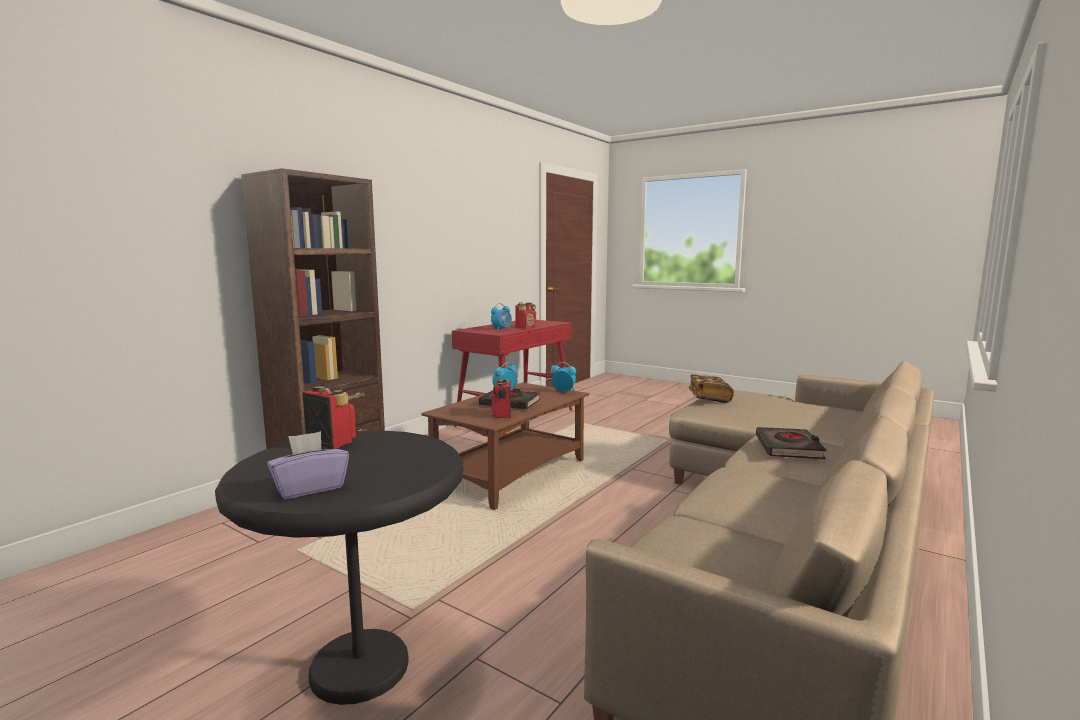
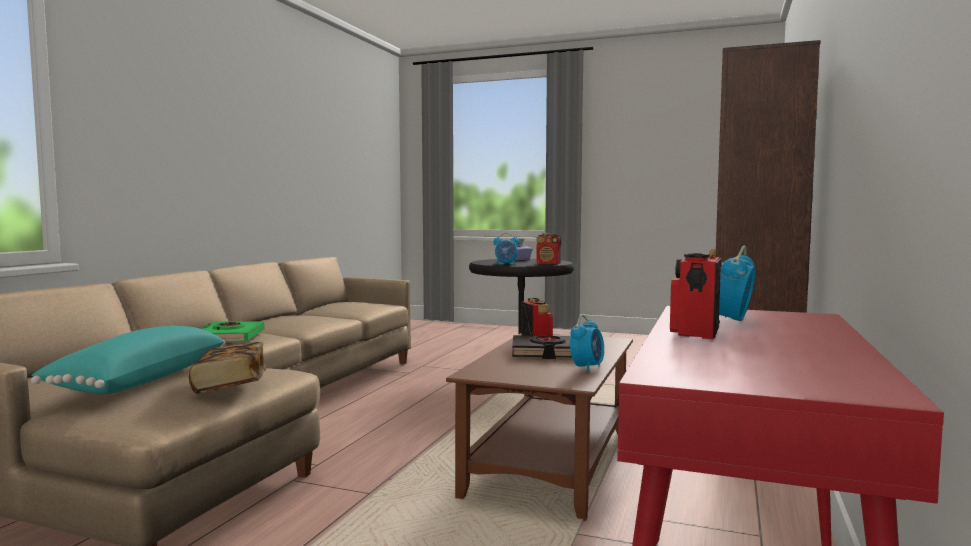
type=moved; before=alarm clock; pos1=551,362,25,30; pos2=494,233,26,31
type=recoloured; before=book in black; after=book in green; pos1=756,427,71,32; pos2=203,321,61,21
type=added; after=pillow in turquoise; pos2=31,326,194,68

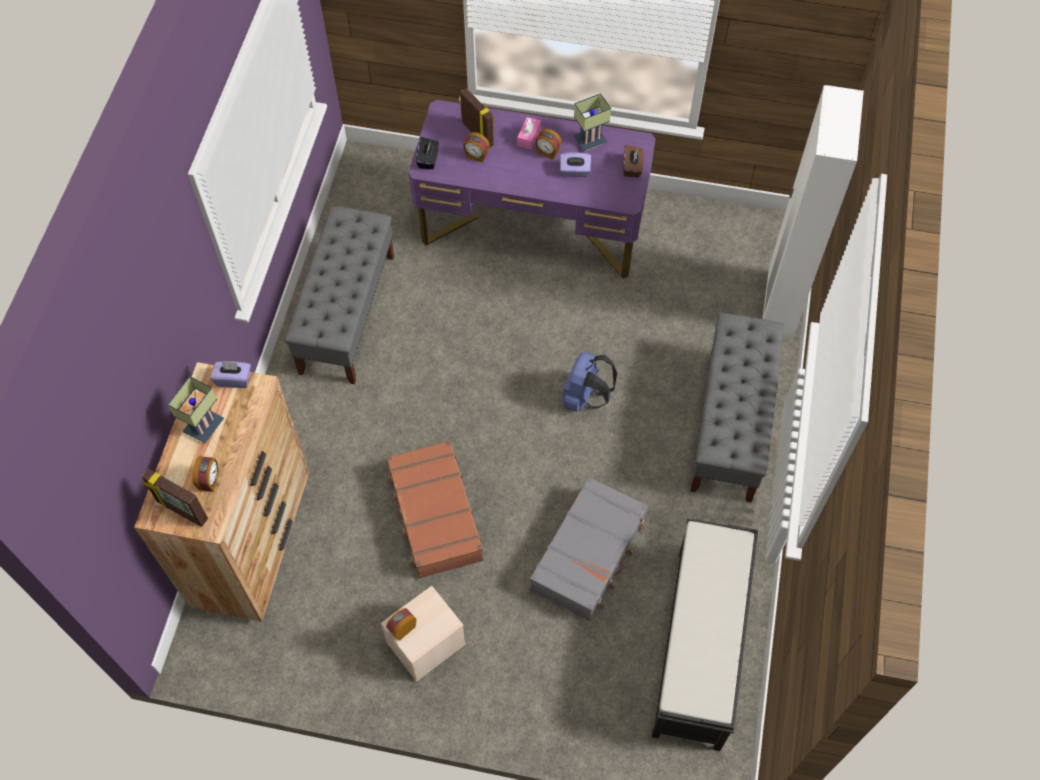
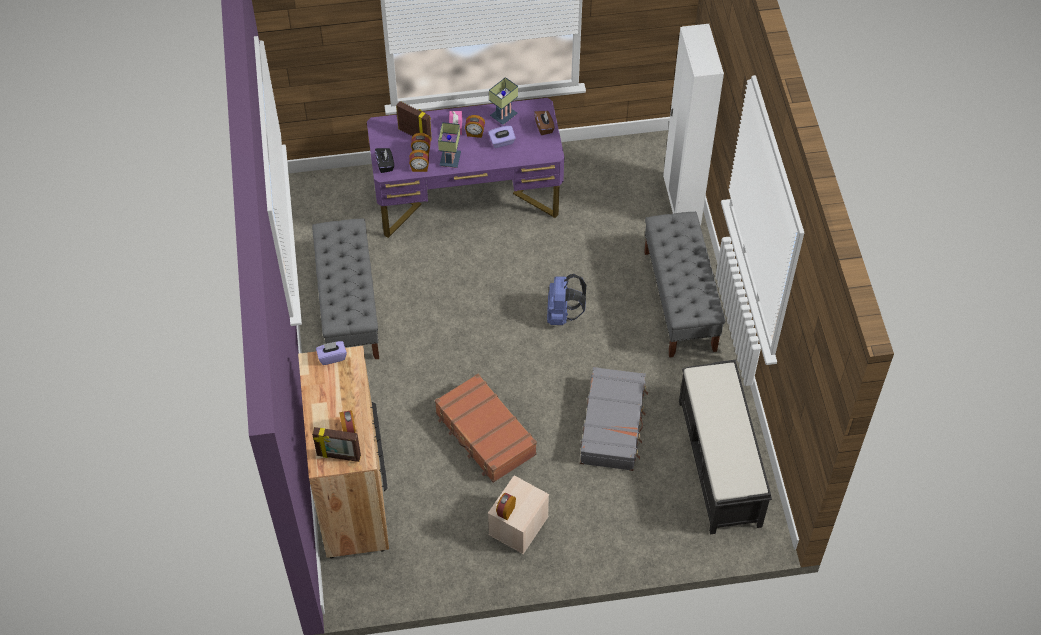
type=moved; before=table lamp; pos1=167,376,57,67; pos2=438,122,23,46
type=added; after=alarm clock; pos2=409,150,20,22

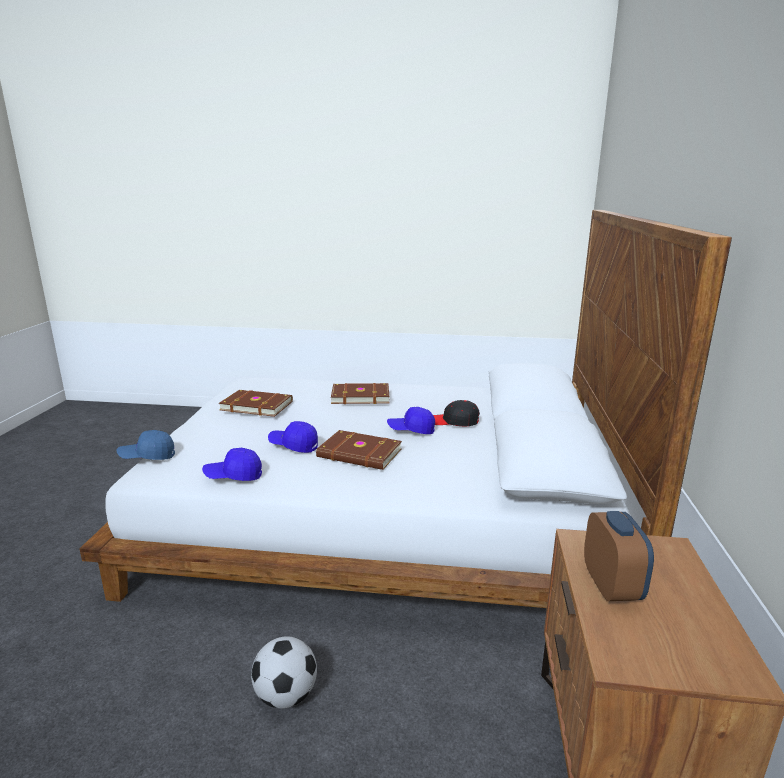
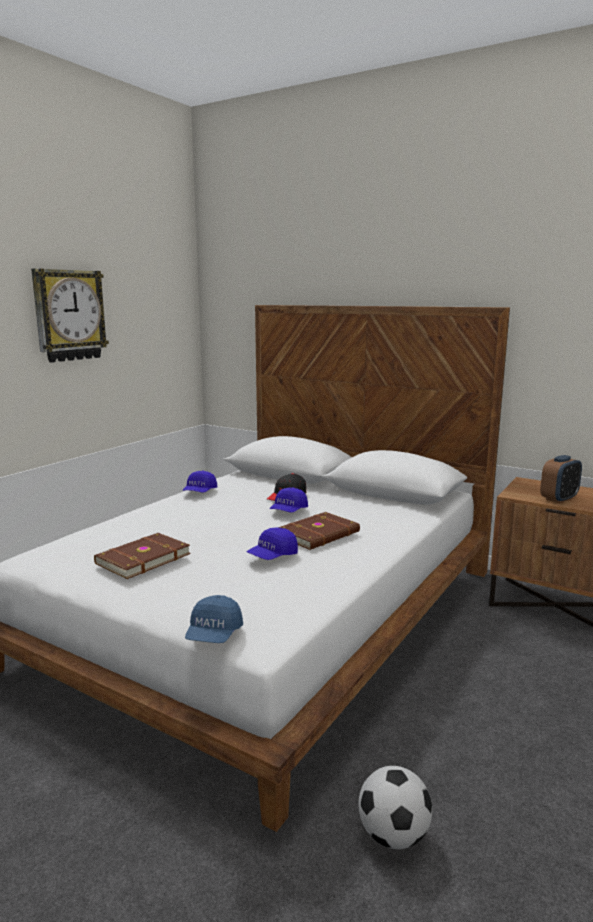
type=moved; before=cap in blue; pos1=202,448,60,33; pos2=182,470,35,23
type=moved; before=football; pos1=251,636,66,73; pos2=358,766,74,83
type=removed; before=book in brown; pos1=331,383,58,21
type=turned; before=alarm clock; pos1=584,511,70,90; pos2=540,455,42,48; turn=120
type=added; after=wall clock; pos2=31,269,78,94

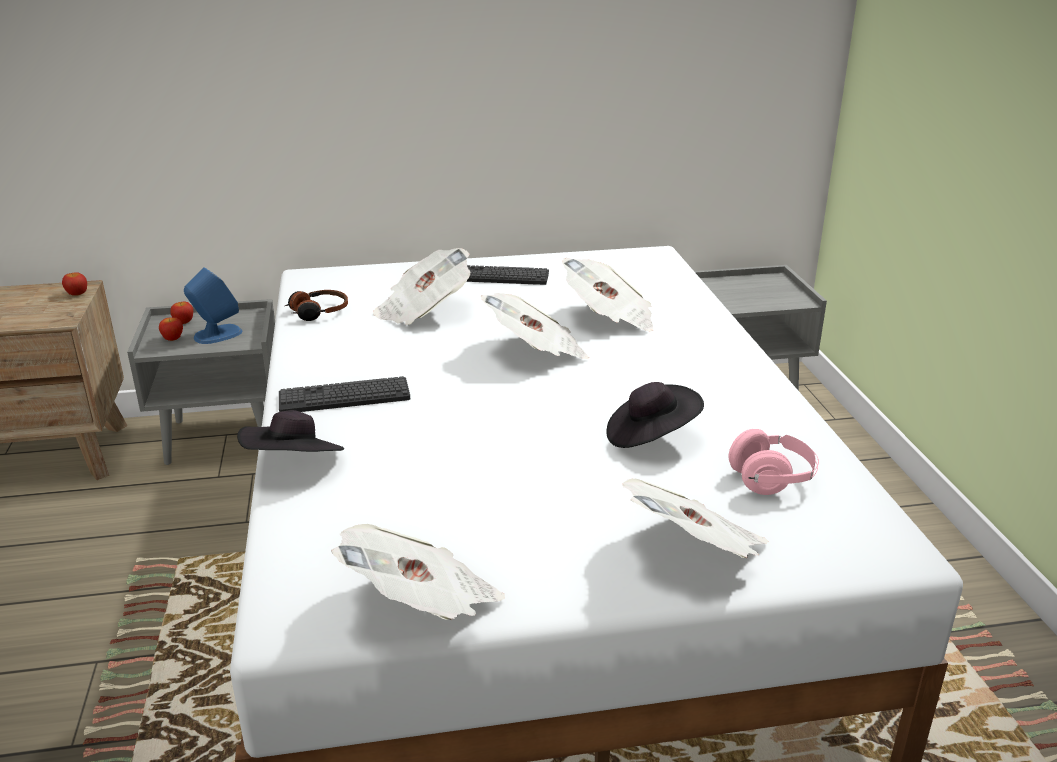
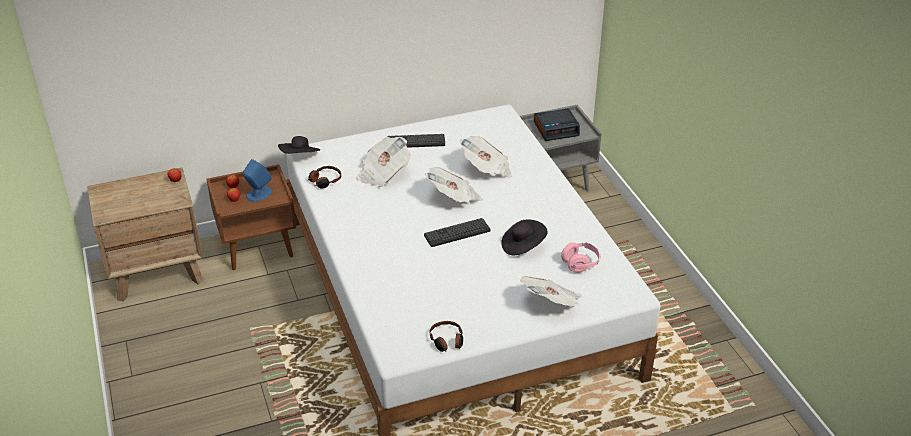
type=recoloured; before=nightstand in grey; after=nightstand in brown; pos1=127,299,148,166; pos2=207,164,89,106
type=moved; before=hat in black; pos1=237,410,107,42; pos2=278,136,42,18
type=moved; before=keyboard; pos1=279,376,131,36; pos2=424,218,67,29
type=replaced; before=newspaper; after=headphones; pos1=331,524,174,96; pos2=430,321,33,31
type=added; after=alarm clock; pos2=534,108,46,33

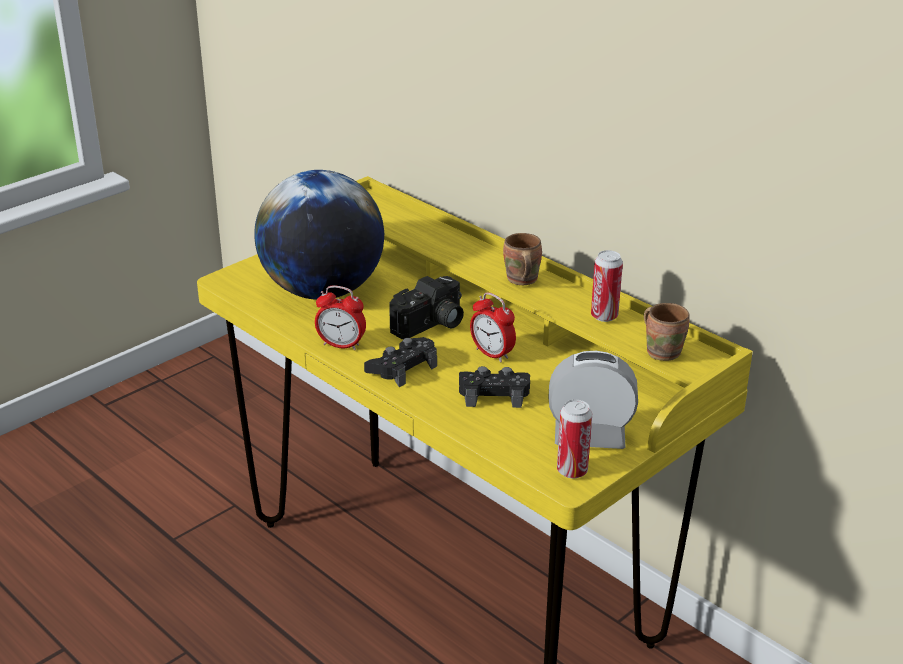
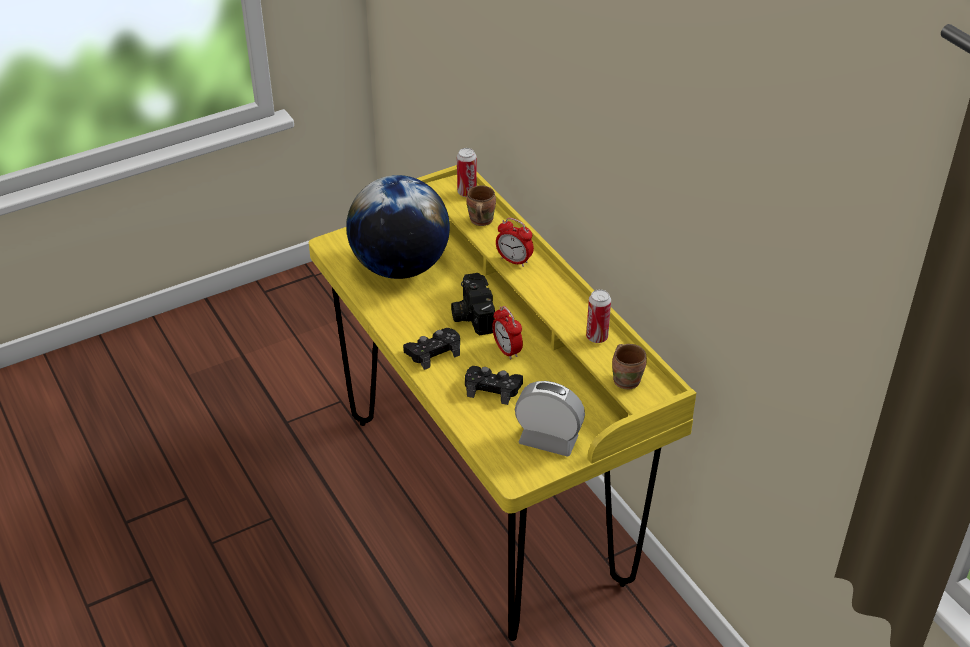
type=moved; before=alarm clock; pos1=315,285,51,65; pos2=496,218,38,49
type=turned; before=photo camera; pos1=389,276,75,63; pos2=451,273,44,62; turn=105
type=moved; before=mug in brown; pos1=503,233,39,52; pos2=466,185,30,41
type=moved; before=can; pos1=557,400,35,78; pos2=457,148,20,49

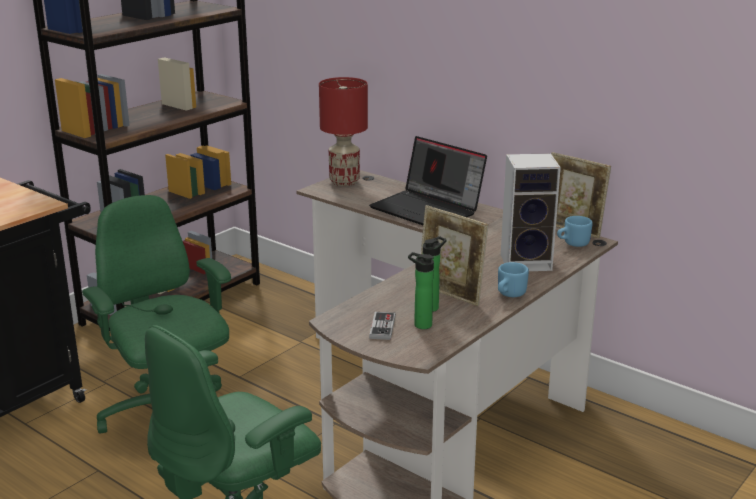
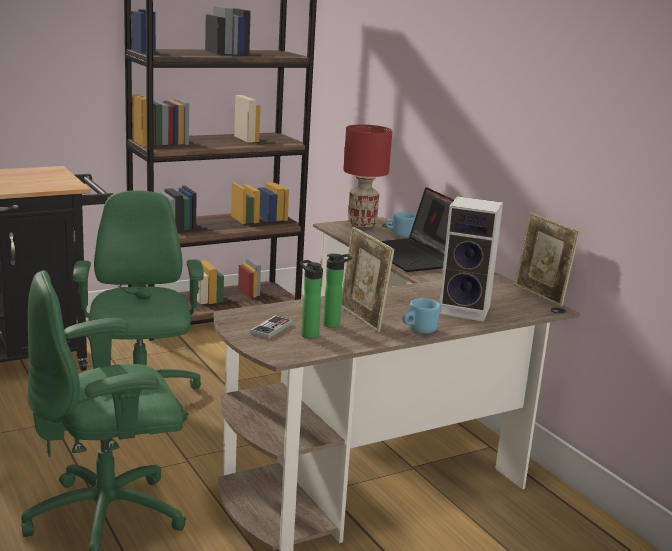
type=moved; before=mug in blue; pos1=557,216,36,31; pos2=386,212,30,25

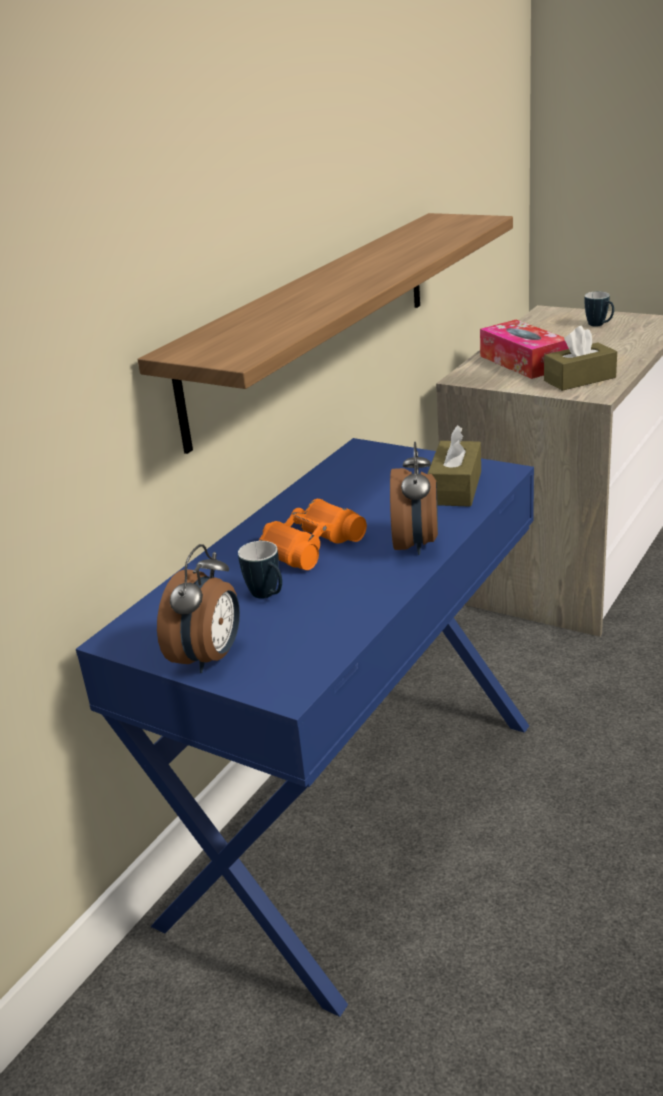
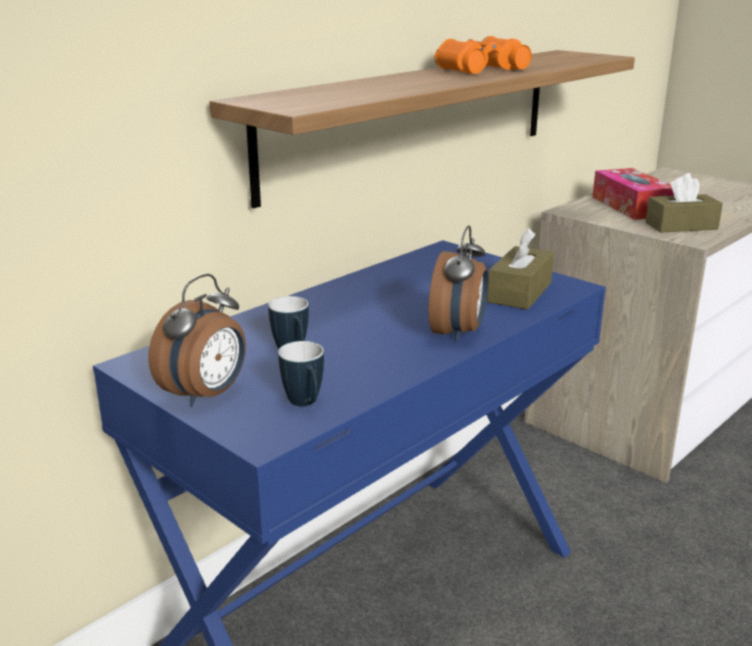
type=moved; before=binoculars in orange; pos1=259,499,108,71; pos2=434,36,98,38
type=moved; before=mug; pos1=584,292,30,35; pos2=278,341,46,65

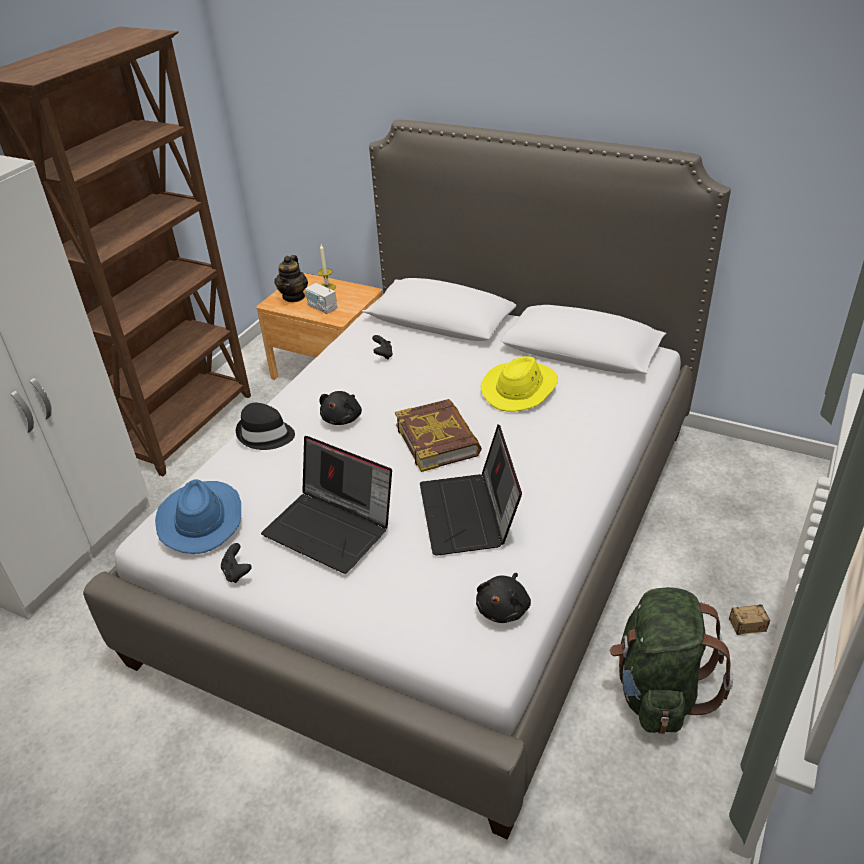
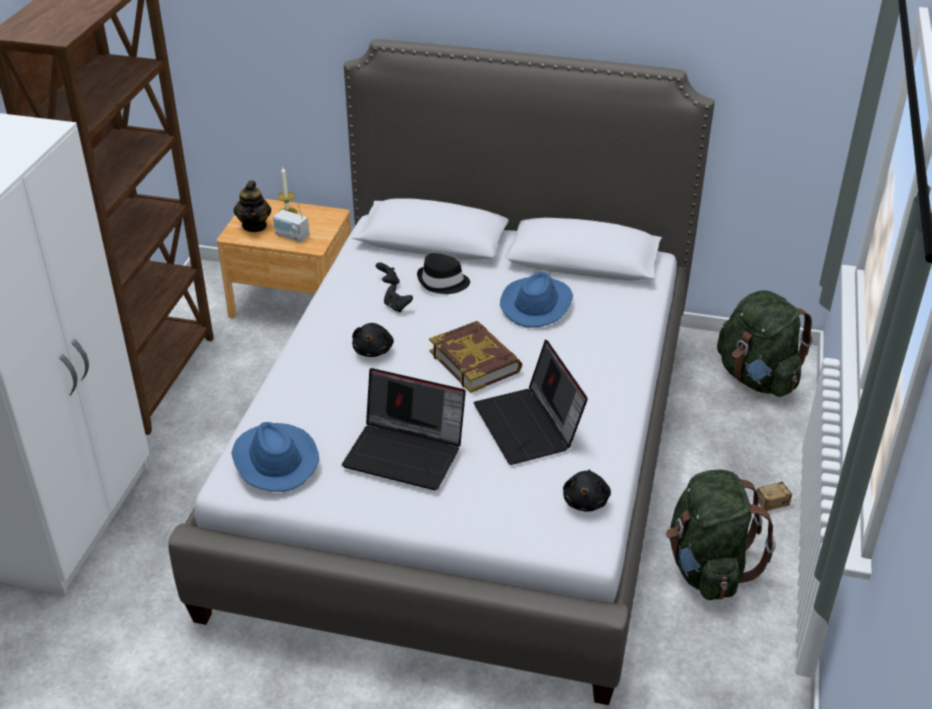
type=moved; before=game controller in black; pos1=221,543,31,40; pos2=384,284,29,29
type=moved; before=hat in black; pos1=236,403,59,47; pos2=417,253,53,41
type=recoloured; before=hat in yellow; after=hat in blue; pos1=481,356,77,56; pos2=500,272,73,56
type=added; after=backpack in green; pos2=717,290,96,107

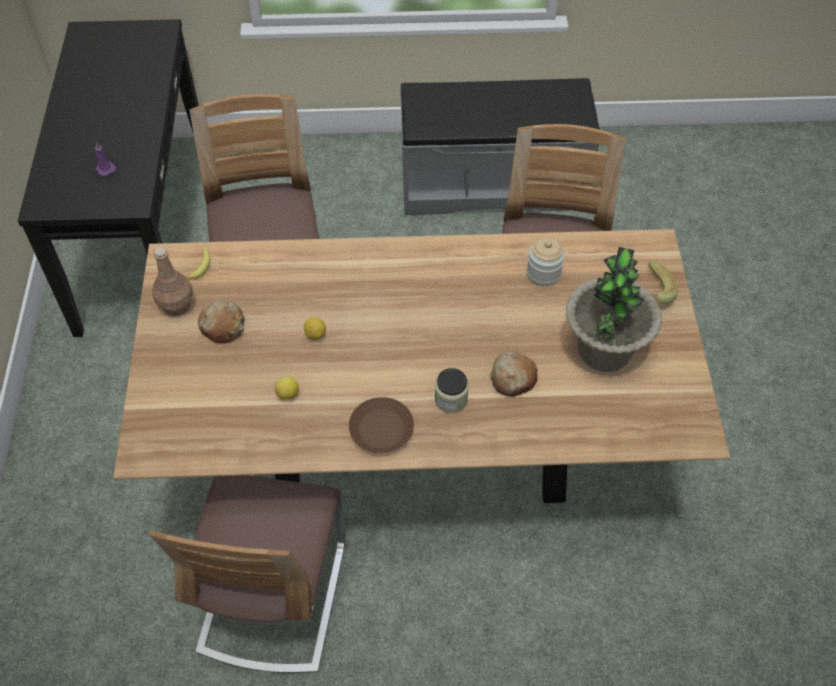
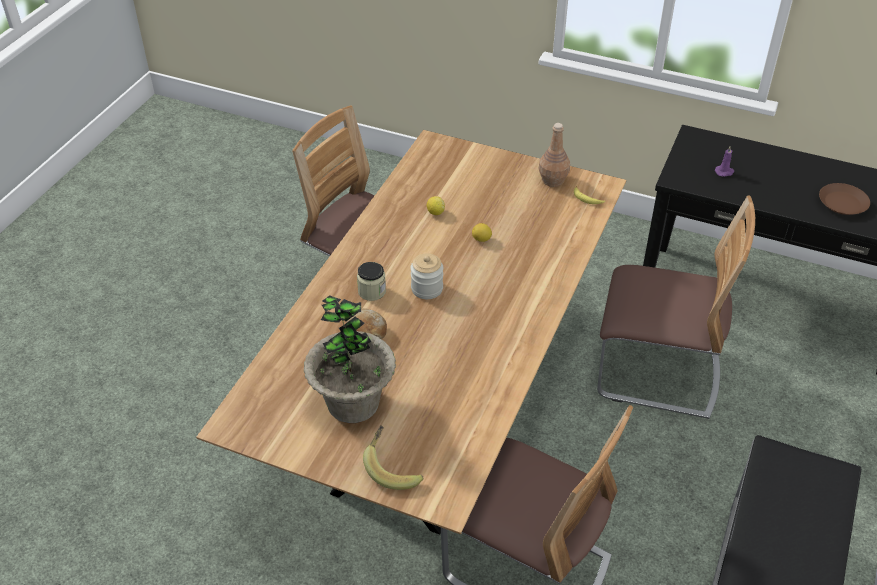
type=removed; before=bread; pos1=198,301,47,43
type=moved; before=plate in brown; pos1=349,397,65,56; pos2=819,183,51,32
type=moved; before=jar; pos1=527,237,38,49; pos2=410,253,33,46

